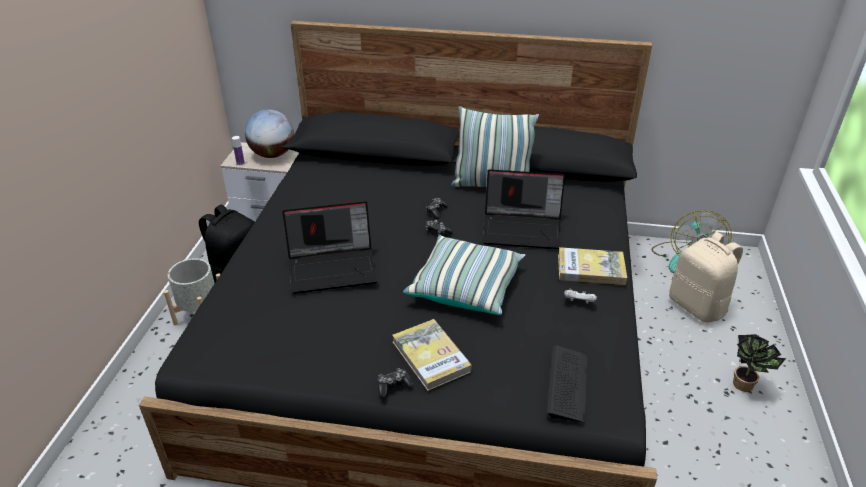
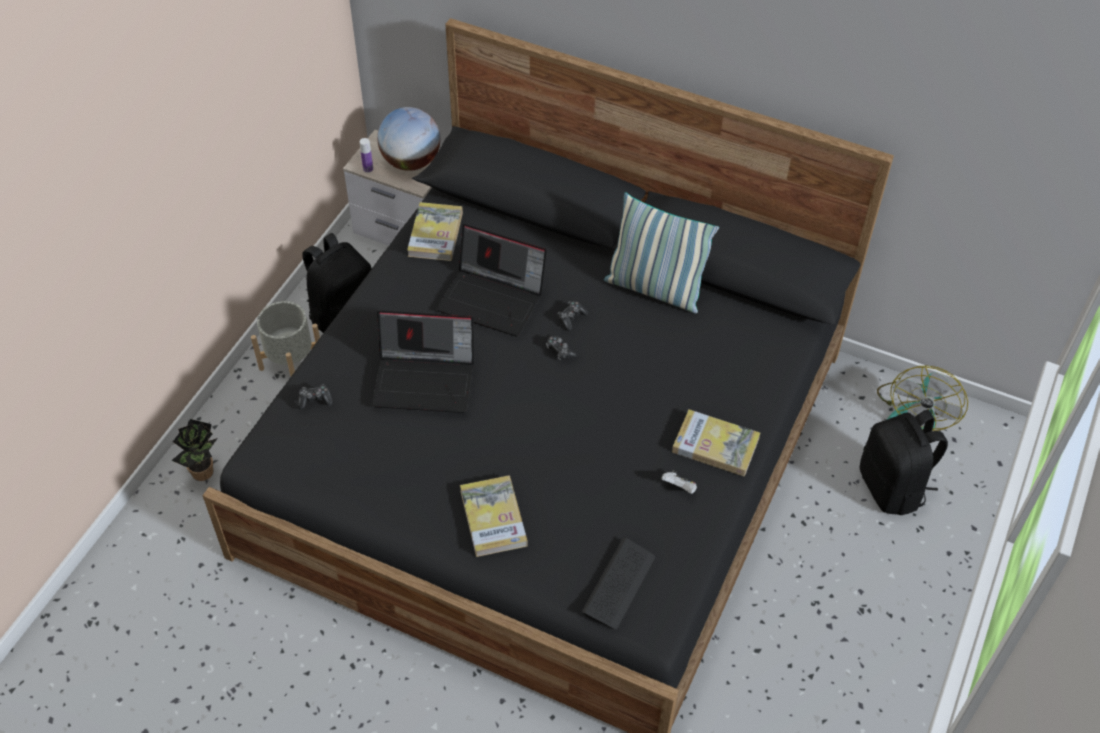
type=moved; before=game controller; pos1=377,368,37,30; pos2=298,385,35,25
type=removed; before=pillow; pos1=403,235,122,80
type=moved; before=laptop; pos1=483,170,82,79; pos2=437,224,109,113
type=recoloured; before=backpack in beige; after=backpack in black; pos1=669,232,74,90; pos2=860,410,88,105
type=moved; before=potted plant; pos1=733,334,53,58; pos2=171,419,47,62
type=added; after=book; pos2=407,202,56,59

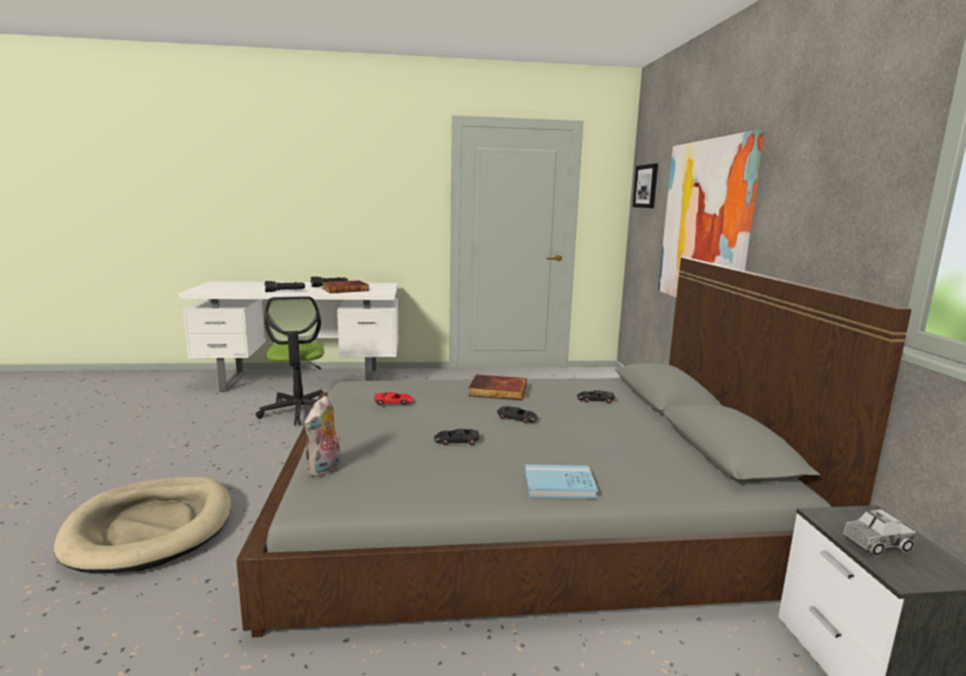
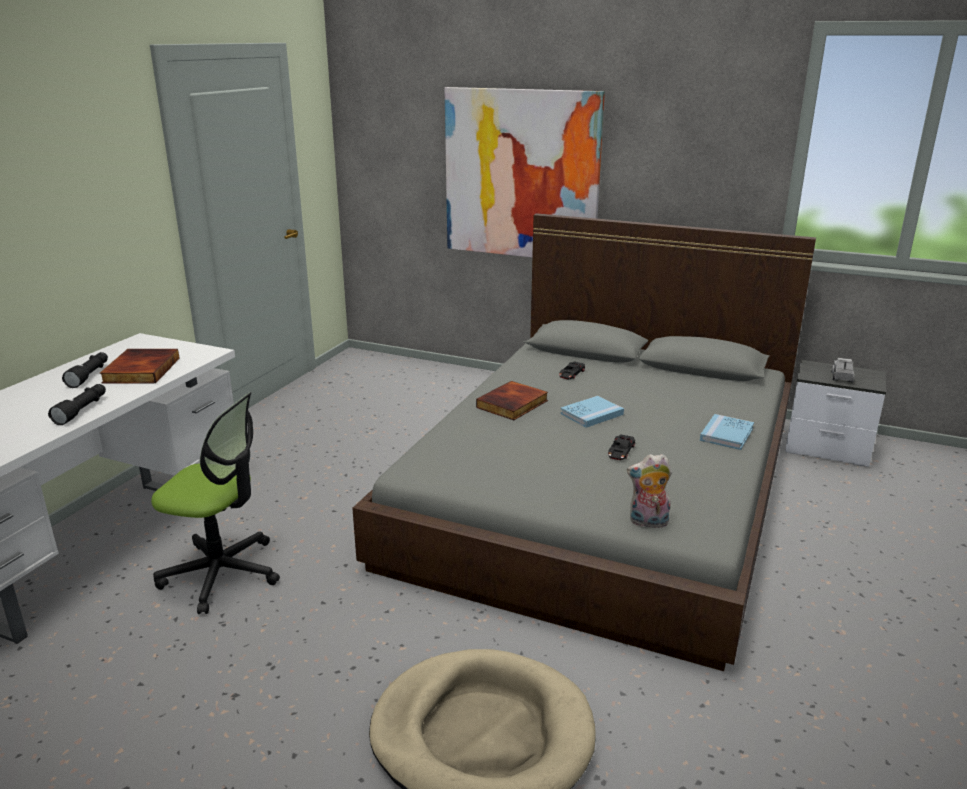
type=turned; before=plush toy; pos1=304,396,37,81; pos2=627,454,45,74; turn=135
type=removed; before=toy car in red; pos1=374,392,39,13
type=replaced; before=toy car in black; after=book in blue; pos1=497,406,42,17; pos2=560,396,64,32
type=removed; before=picture; pos1=633,163,25,45

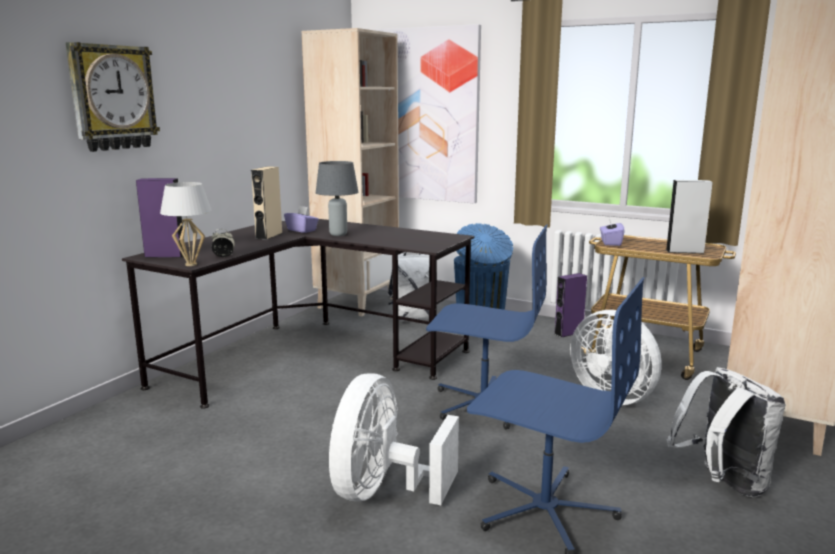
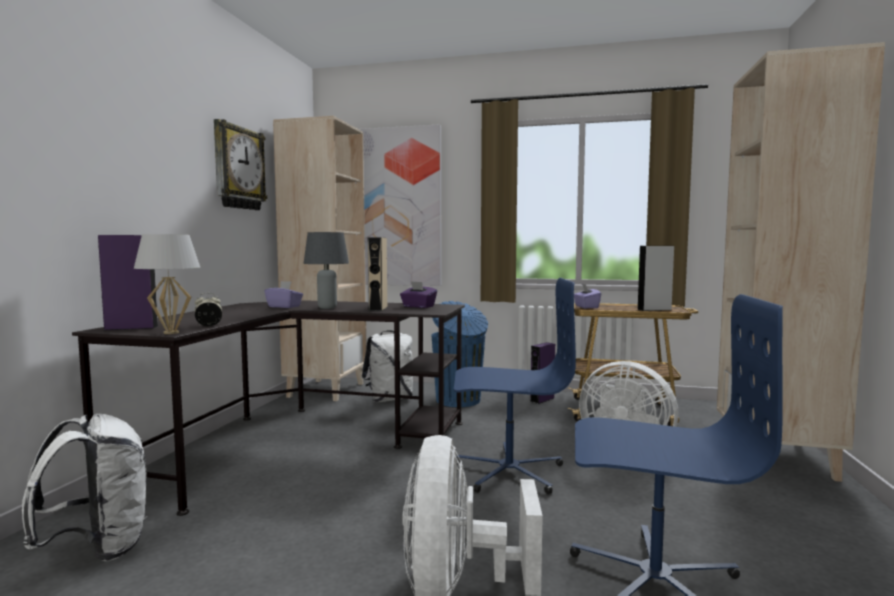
type=moved; before=wall clock; pos1=66,42,94,110; pos2=214,119,53,91
type=moved; before=speaker in beige; pos1=251,166,31,74; pos2=368,237,19,74
type=moved; before=backpack in white; pos1=667,367,119,130; pos2=22,414,126,147
type=added; after=tissue box in purple; pos2=400,281,37,27

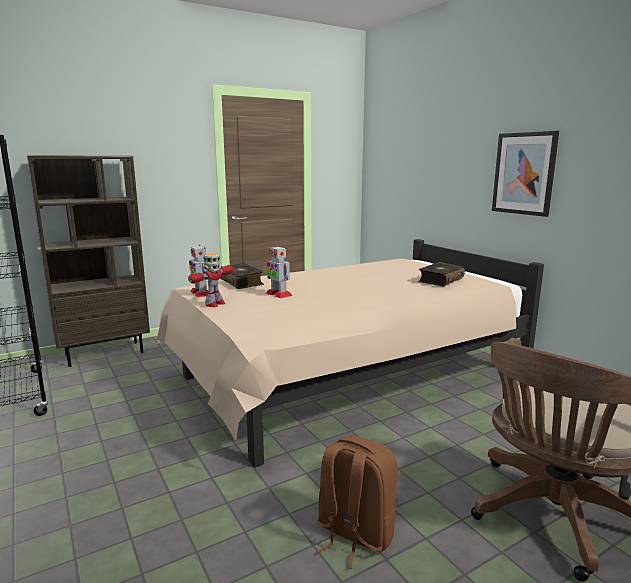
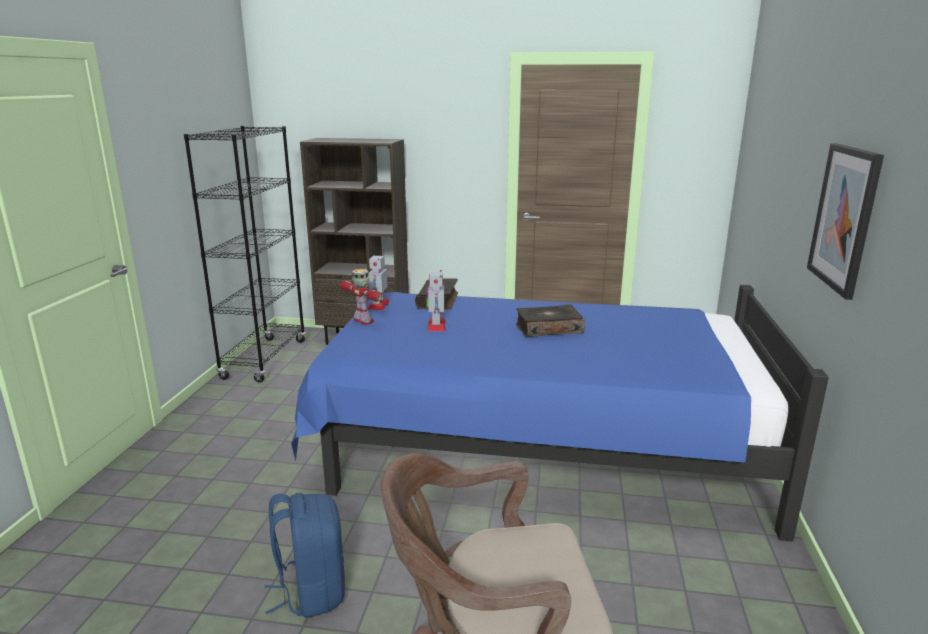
type=recoloured; before=bed in beige; after=bed in blue; pos1=157,239,387,229; pos2=291,285,537,256
type=turned; before=toy robot; pos1=188,254,45,53; pos2=340,269,42,56; turn=-120
type=recoloured; before=backpack in brown; after=backpack in blue; pos1=316,435,81,134; pos2=264,493,81,125
type=moved; before=book; pos1=418,262,47,25; pos2=516,304,69,33

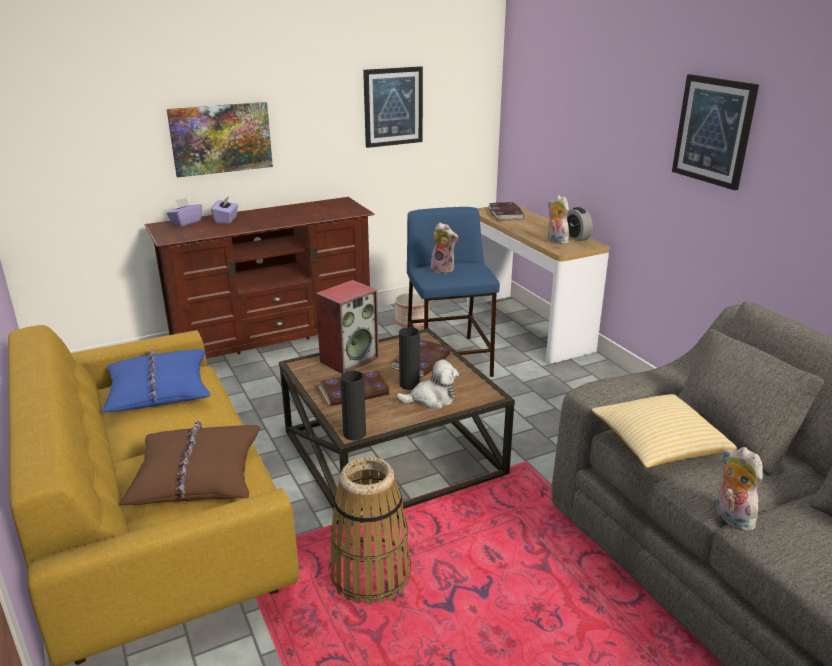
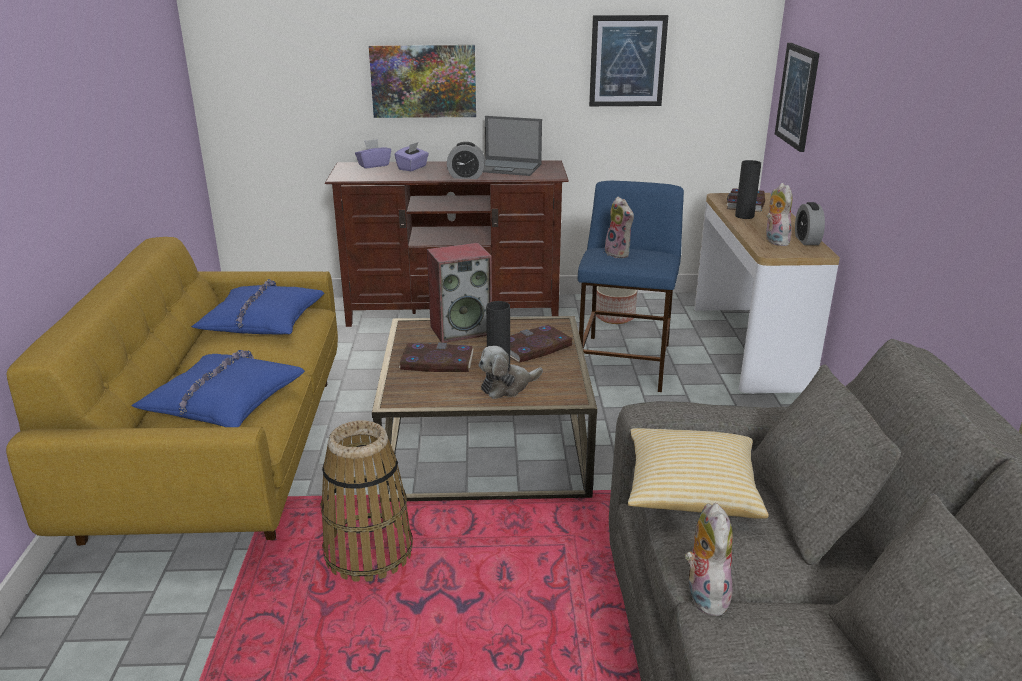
type=recoloured; before=pillow in brown; after=pillow in blue; pos1=118,421,142,84; pos2=131,350,174,77
type=moved; before=vase in black; pos1=340,371,26,69; pos2=735,160,26,59
type=turned; before=plush toy; pos1=396,359,63,50; pos2=479,346,64,53; turn=135
type=moved; before=picture; pos1=672,74,87,116; pos2=775,43,45,109
type=added; after=alarm clock; pos2=447,142,38,37
type=added; after=laptop; pos2=483,116,59,60

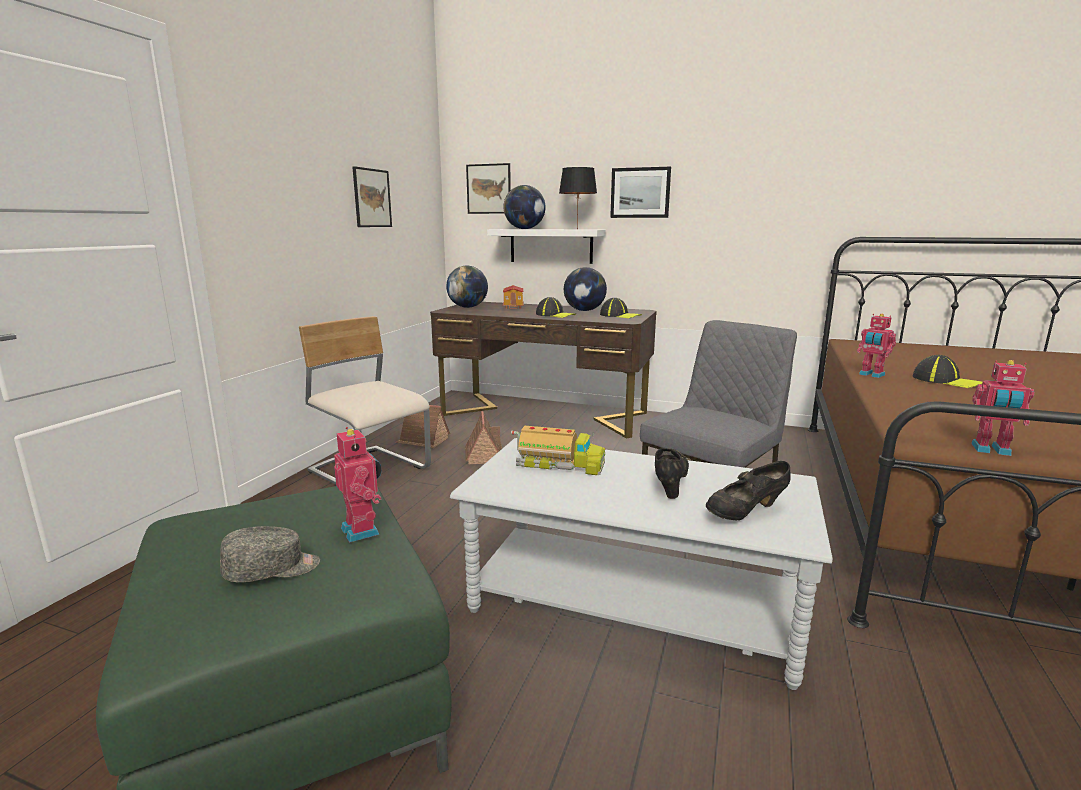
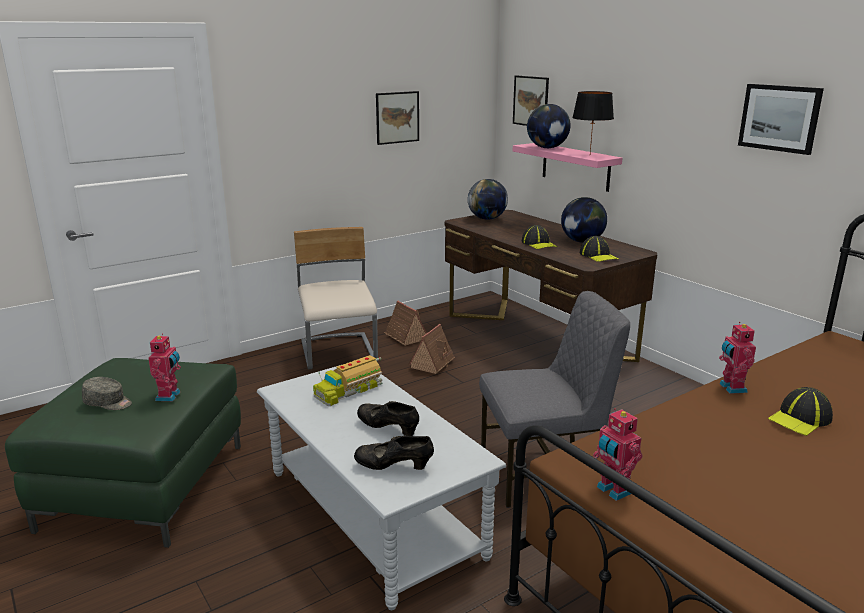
type=recoloured; before=shelf in white; after=shelf in pink; pos1=487,229,119,35; pos2=513,143,109,49
type=removed; before=toy house; pos1=503,285,21,24
type=turned; before=toy truck; pos1=511,426,94,49; pos2=313,355,69,51; turn=90
type=moved; before=picture; pos1=610,167,61,51; pos2=738,84,86,71
type=turned; before=shoe in black; pos1=655,448,34,51; pos2=357,401,62,35; turn=-105
type=turned; before=cap; pos1=913,355,69,33; pos2=768,387,65,49; turn=60

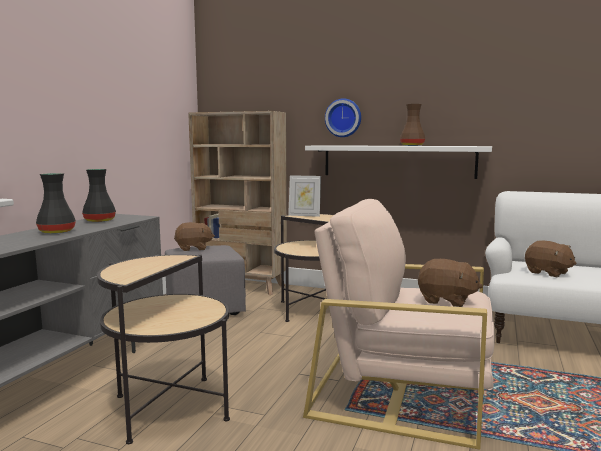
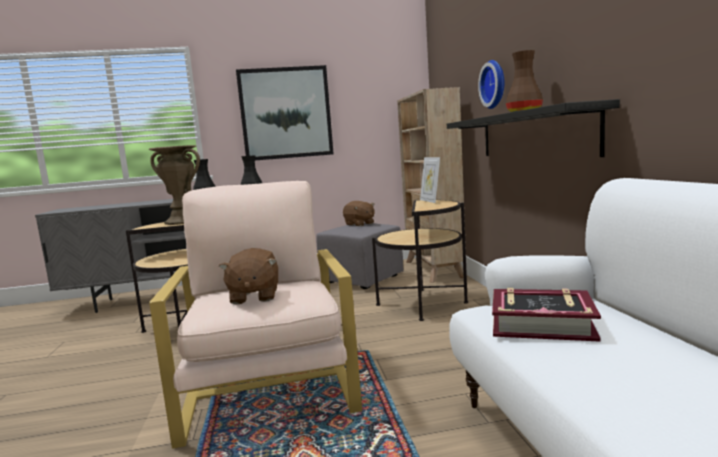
type=recoloured; before=shelf in white; after=shelf in black; pos1=305,145,187,34; pos2=447,99,173,58
type=replaced; before=plush toy in brown; after=book; pos1=525,240,52,37; pos2=492,288,109,54
type=added; after=vase in brown; pos2=148,145,52,80
type=added; after=picture; pos2=236,65,98,95

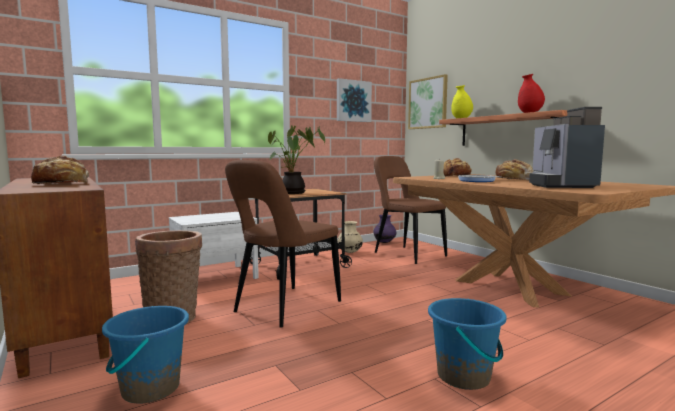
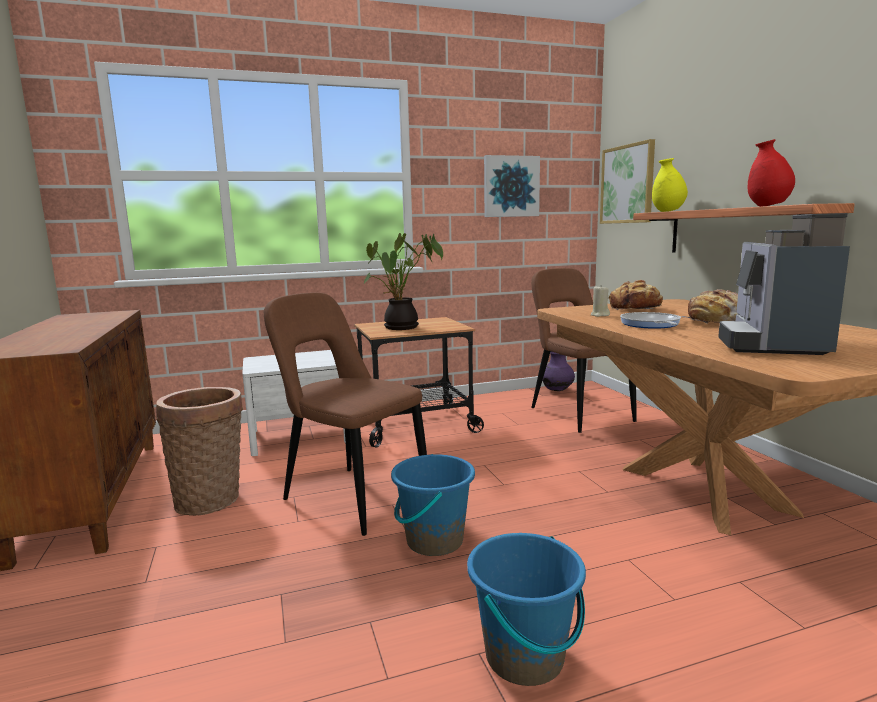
type=removed; before=bread; pos1=31,155,58,29
type=moved; before=bucket in blue; pos1=102,306,87,98; pos2=391,454,84,102
type=turned; before=chair in brown; pos1=225,160,116,168; pos2=264,292,163,244; turn=75
type=removed; before=vase in beige; pos1=337,221,26,32

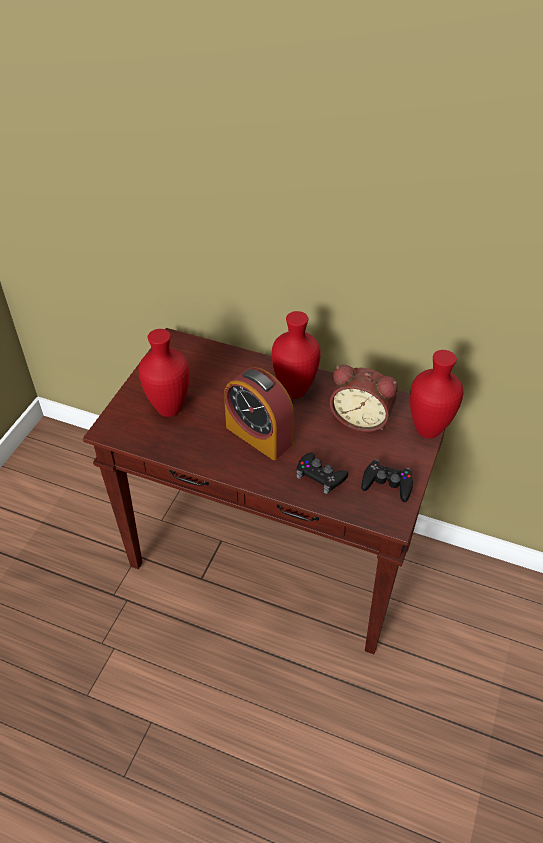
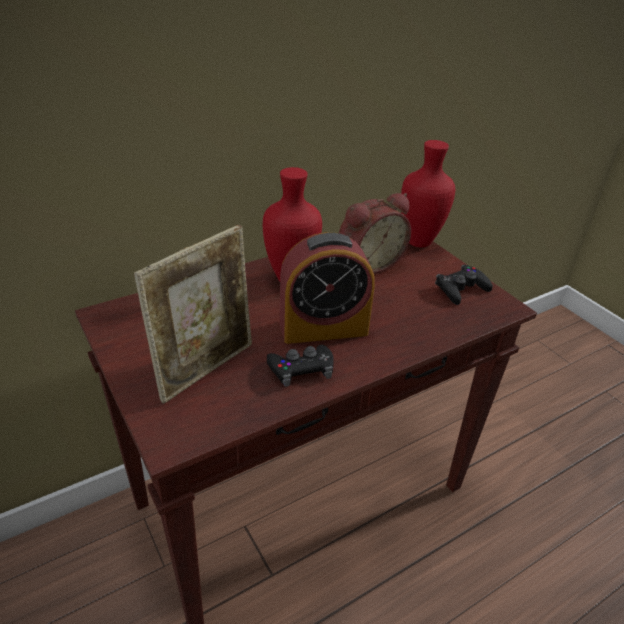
type=replaced; before=vase in red; after=picture frame; pos1=139,329,51,88; pos2=134,225,118,179
type=moved; before=game controller in black; pos1=296,452,52,42; pos2=267,345,67,42

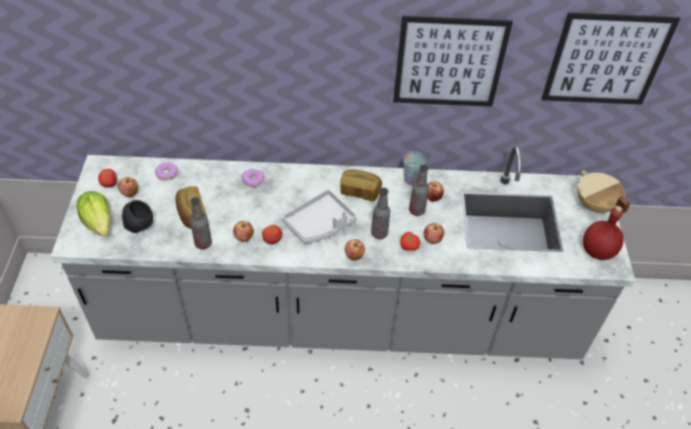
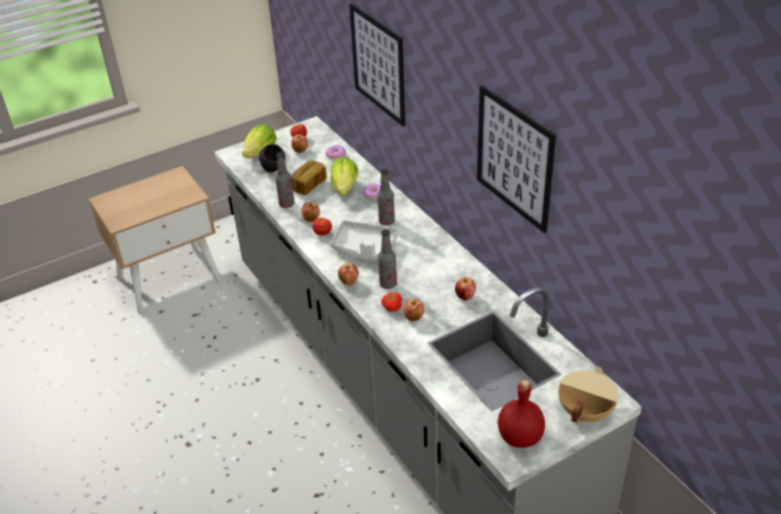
type=removed; before=bread; pos1=340,170,42,32
type=removed; before=cup; pos1=403,151,23,34
type=moved; before=bottle; pos1=409,165,20,51; pos2=378,169,17,56
type=moved; before=picture; pos1=542,12,138,93; pos2=349,3,56,123
type=added; after=lettuce; pos2=331,157,27,38

